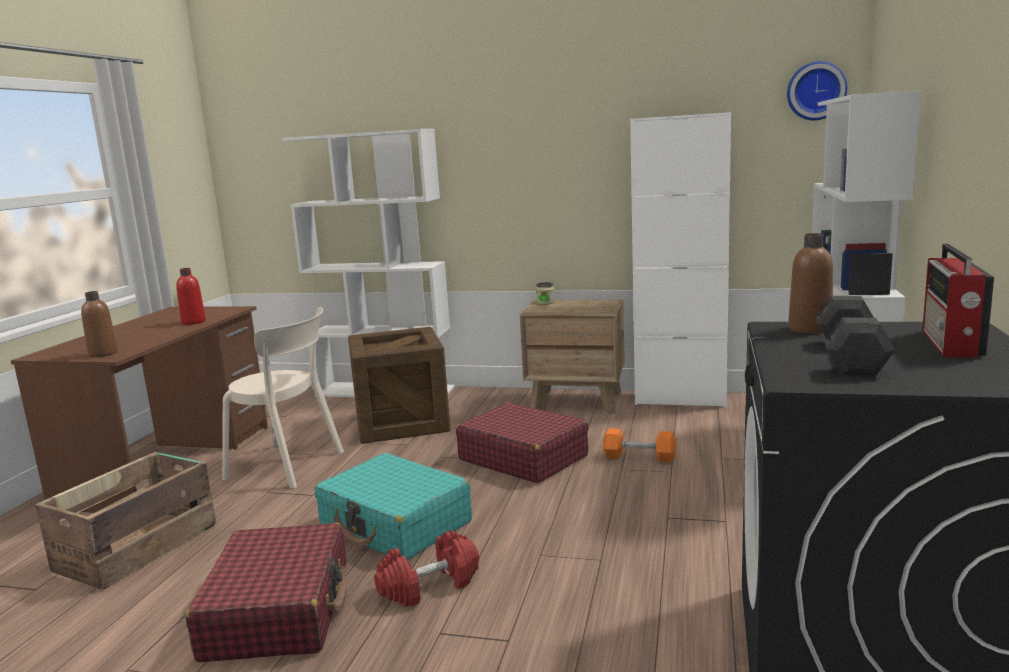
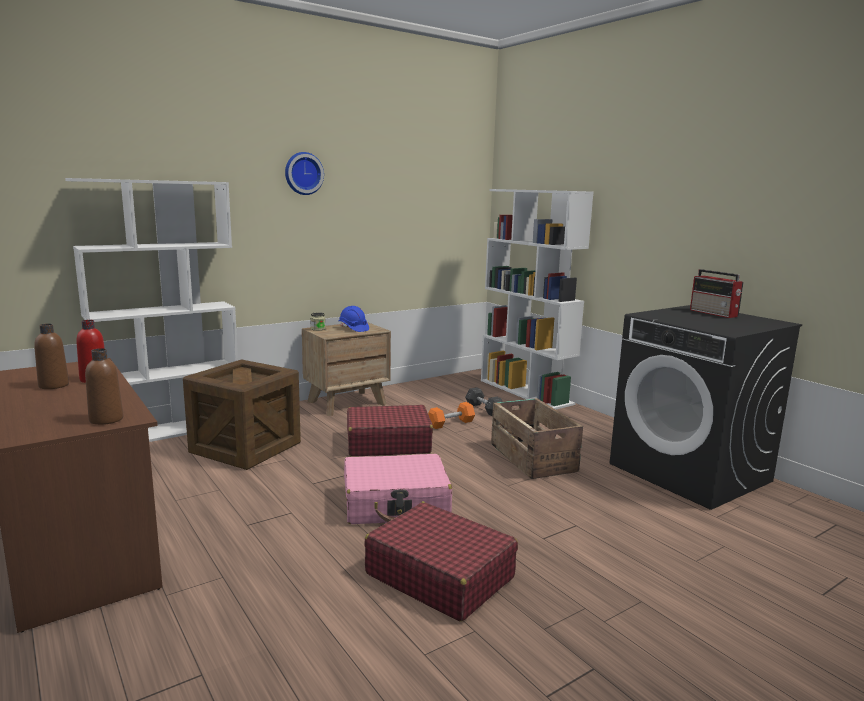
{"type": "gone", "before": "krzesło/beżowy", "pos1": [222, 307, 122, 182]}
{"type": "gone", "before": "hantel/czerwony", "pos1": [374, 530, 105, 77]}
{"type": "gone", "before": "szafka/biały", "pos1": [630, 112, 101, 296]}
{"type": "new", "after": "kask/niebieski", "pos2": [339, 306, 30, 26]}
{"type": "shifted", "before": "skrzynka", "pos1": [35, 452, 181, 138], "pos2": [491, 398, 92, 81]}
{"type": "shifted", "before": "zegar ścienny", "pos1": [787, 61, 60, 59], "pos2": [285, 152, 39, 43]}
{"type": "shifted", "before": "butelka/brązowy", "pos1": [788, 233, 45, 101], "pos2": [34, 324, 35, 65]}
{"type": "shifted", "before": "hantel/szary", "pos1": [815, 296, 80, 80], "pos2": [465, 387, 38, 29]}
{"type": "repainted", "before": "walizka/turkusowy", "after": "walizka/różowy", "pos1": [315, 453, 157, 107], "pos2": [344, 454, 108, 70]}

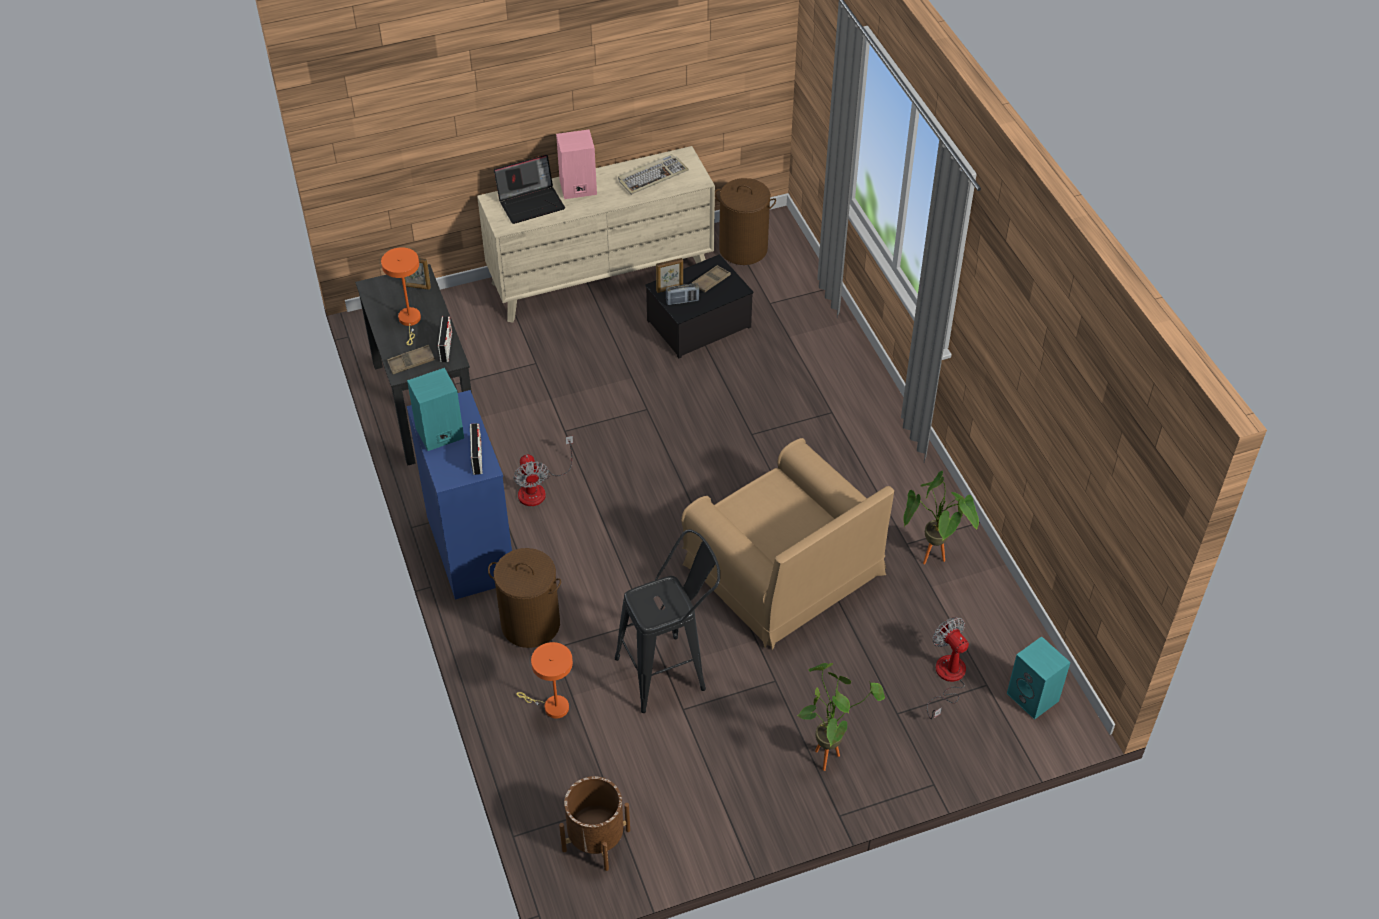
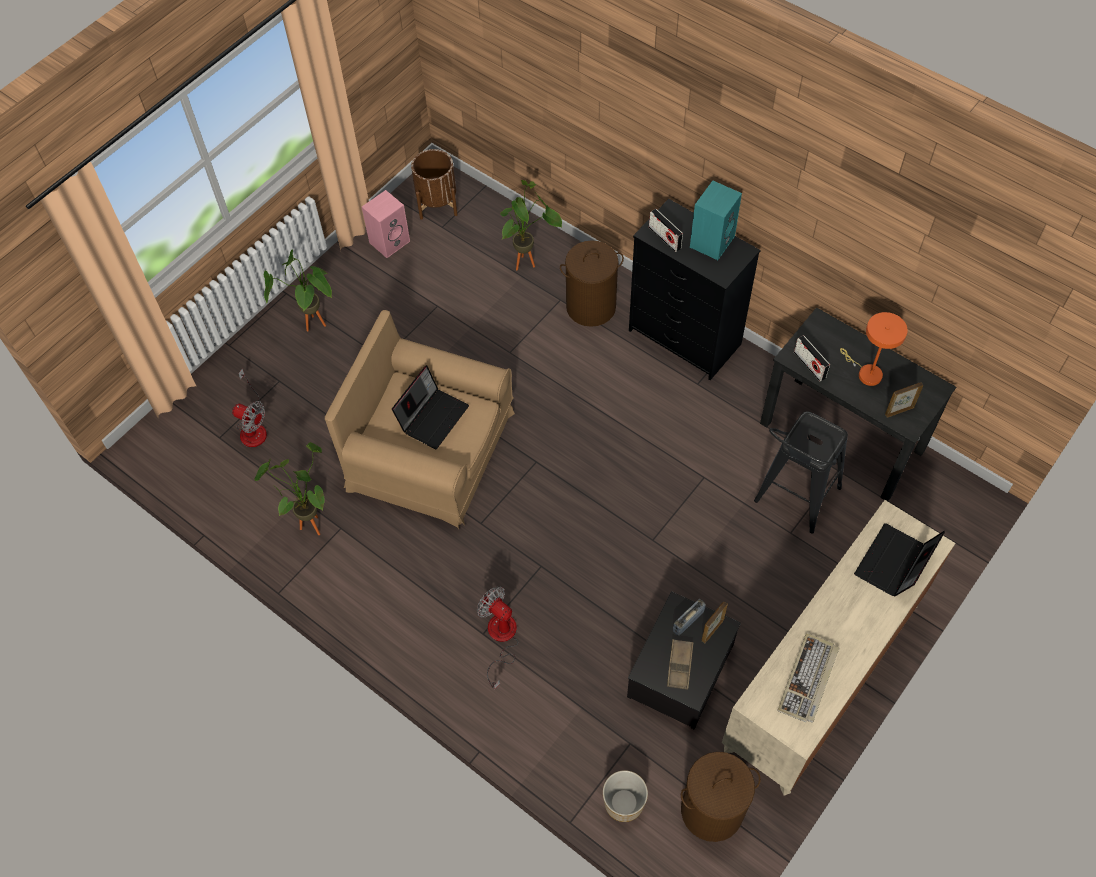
{"type": "gone", "before": "taca/brązowy", "pos1": [387, 345, 48, 29]}
{"type": "gone", "before": "głośnik/turkusowy", "pos1": [1007, 636, 64, 84]}
{"type": "new", "after": "laptop", "pos2": [392, 365, 77, 84]}
{"type": "new", "after": "donica", "pos2": [603, 770, 45, 52]}
{"type": "shifted", "before": "wentylator", "pos1": [513, 436, 60, 70], "pos2": [477, 586, 41, 103]}
{"type": "shifted", "before": "głośnik/różowy", "pos1": [556, 130, 41, 69], "pos2": [362, 190, 48, 68]}
{"type": "shifted", "before": "stołek/czarny", "pos1": [615, 530, 105, 183], "pos2": [754, 411, 94, 122]}
{"type": "swapped", "before": "lampa stołowa/pomarańczowy", "after": "roślina doniczkowa", "pos1": [516, 642, 57, 77], "pos2": [500, 180, 62, 90]}
{"type": "repainted", "before": "komoda/niebieski", "after": "komoda/czarny", "pos1": [407, 390, 105, 210], "pos2": [629, 199, 132, 181]}

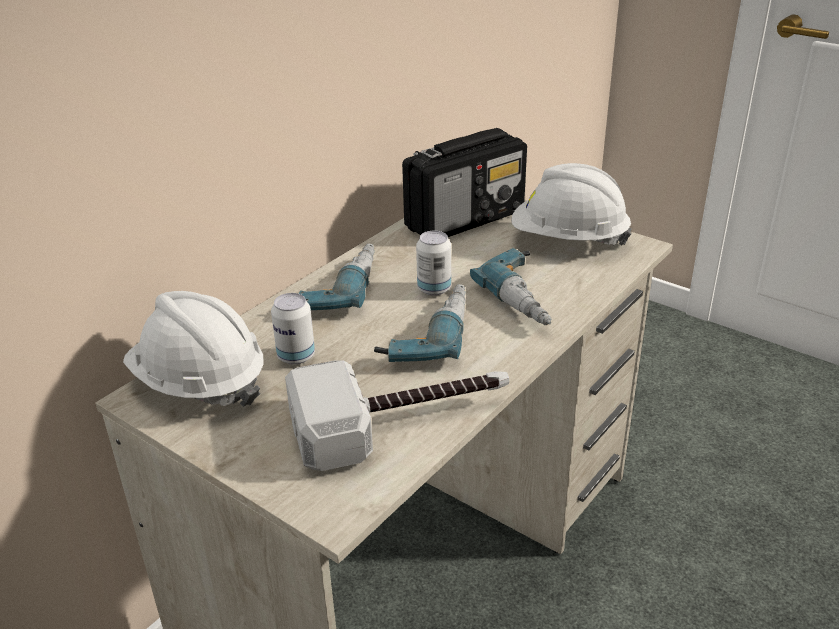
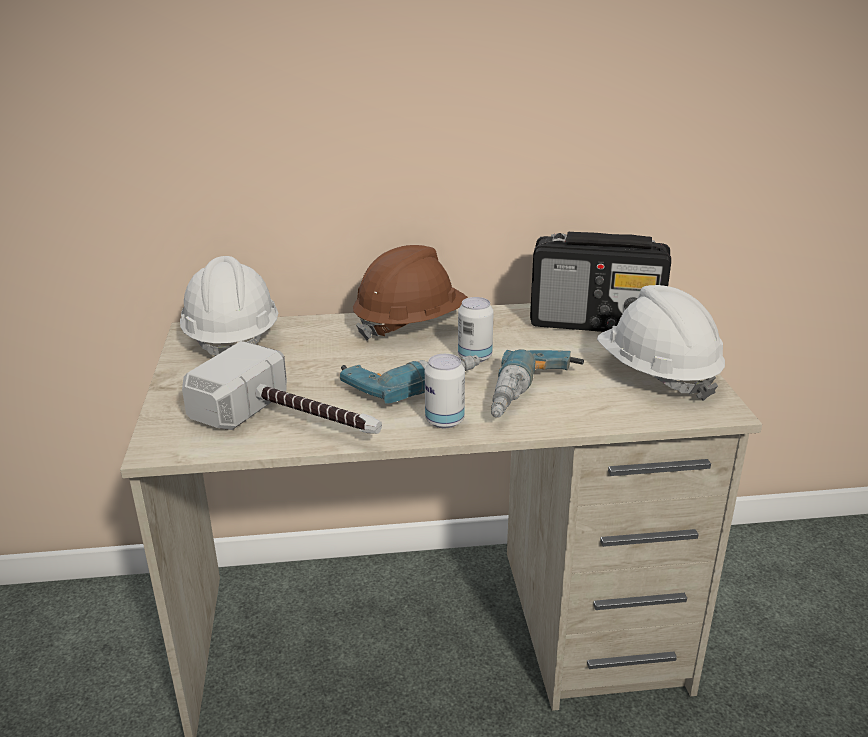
{"type": "shifted", "before": "puszka", "pos1": [271, 293, 44, 72], "pos2": [425, 354, 40, 74]}
{"type": "swapped", "before": "wiertarka", "after": "kask/brązowy", "pos1": [298, 244, 76, 66], "pos2": [353, 245, 115, 95]}

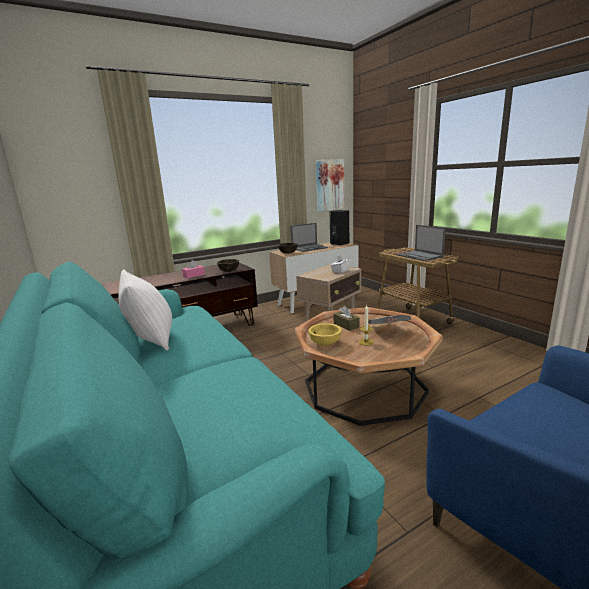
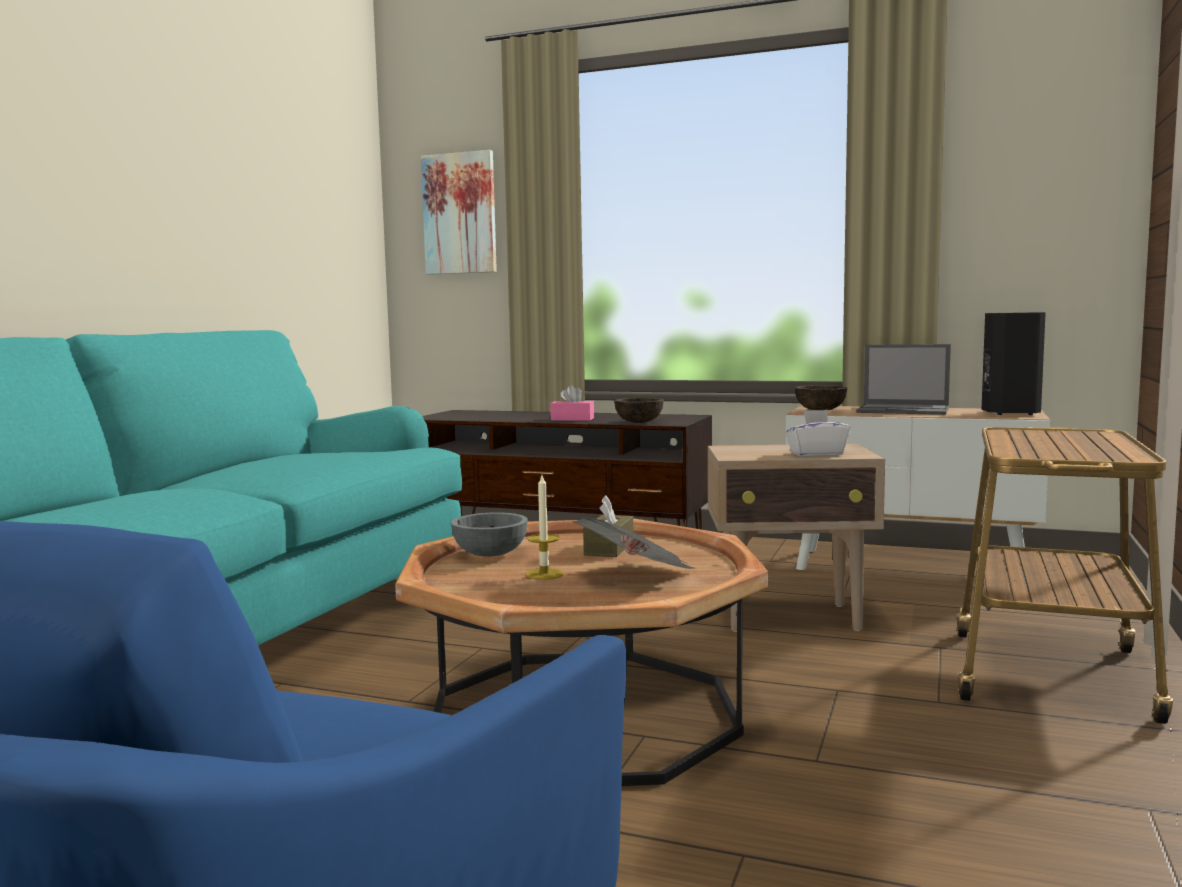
{"type": "gone", "before": "poduszka/biały", "pos1": [118, 269, 54, 82]}
{"type": "gone", "before": "laptop", "pos1": [396, 225, 50, 36]}
{"type": "shifted", "before": "obraz", "pos1": [316, 159, 28, 52], "pos2": [421, 150, 76, 125]}
{"type": "repainted", "before": "miska/żółty", "after": "miska/szary", "pos1": [309, 323, 33, 23], "pos2": [451, 512, 77, 45]}

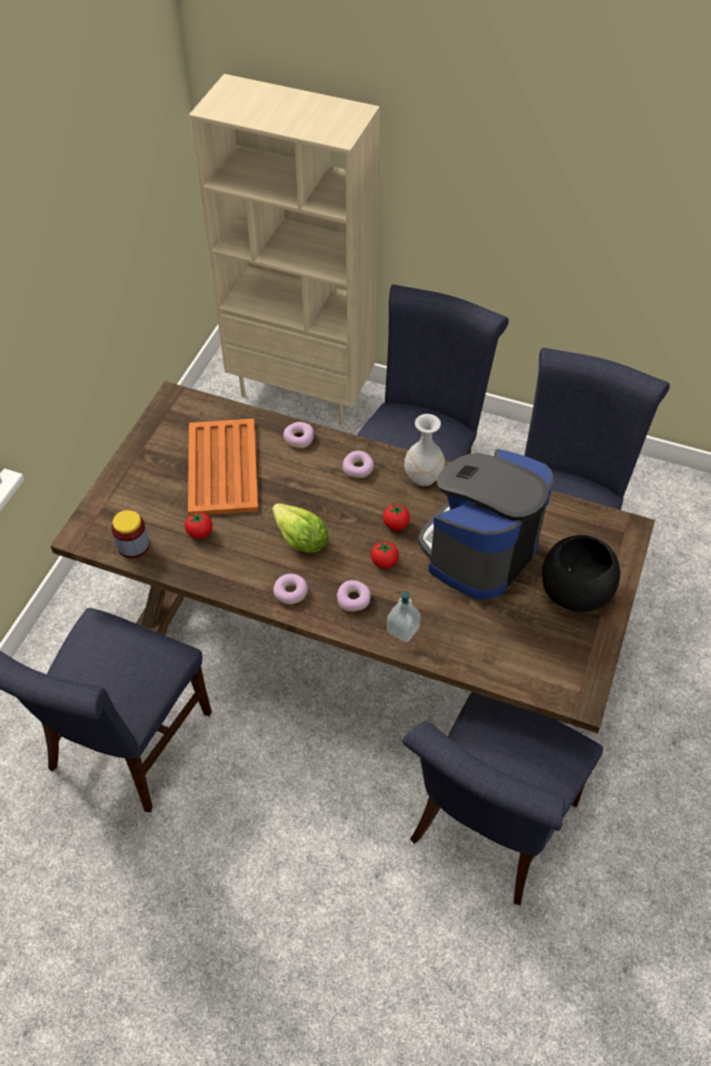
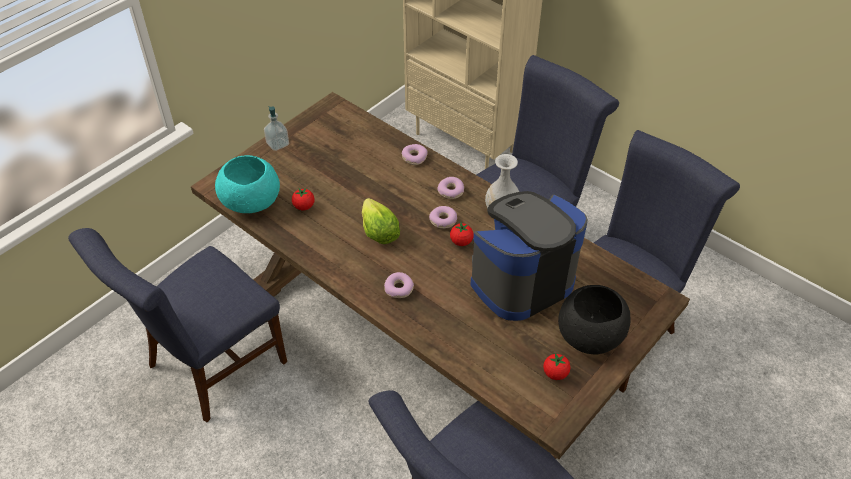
{"type": "gone", "before": "taca/pomarańczowy", "pos1": [188, 419, 70, 97]}
{"type": "shifted", "before": "donut", "pos1": [273, 574, 35, 30], "pos2": [429, 206, 28, 23]}
{"type": "shifted", "before": "pomidor", "pos1": [371, 541, 28, 27], "pos2": [543, 353, 28, 27]}
{"type": "shifted", "before": "dozownik mydła", "pos1": [387, 591, 34, 51], "pos2": [264, 106, 25, 45]}
{"type": "swapped", "before": "słoik", "after": "miska/turkusowy", "pos1": [111, 510, 39, 48], "pos2": [215, 155, 65, 58]}

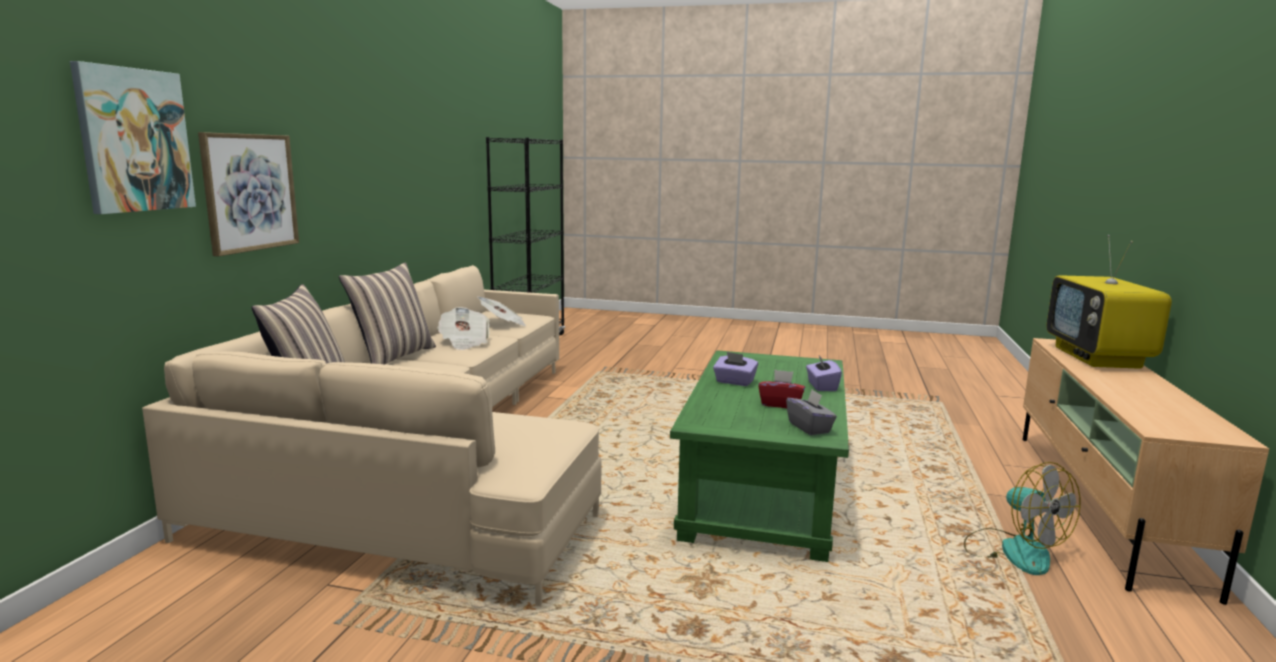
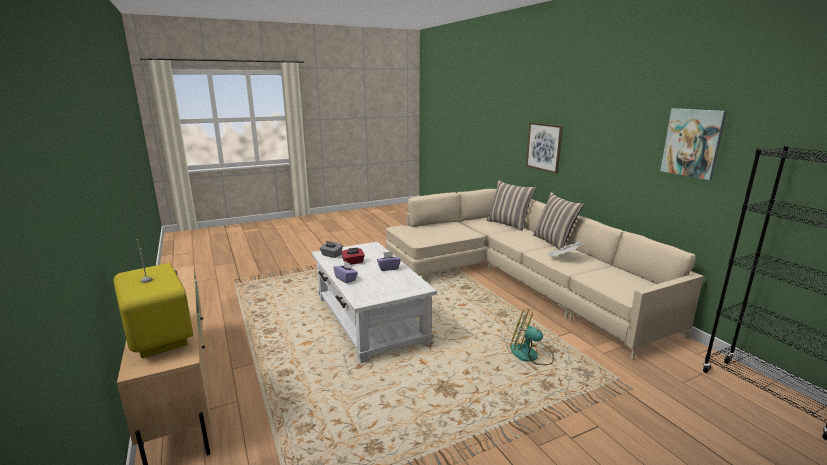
{"type": "gone", "before": "gazeta", "pos1": [477, 296, 49, 30]}
{"type": "shifted", "before": "obraz", "pos1": [70, 61, 126, 153], "pos2": [660, 108, 67, 72]}
{"type": "shifted", "before": "wentylator", "pos1": [964, 462, 117, 113], "pos2": [510, 309, 44, 56]}
{"type": "repainted", "before": "ława/zielony", "after": "ława/biały", "pos1": [670, 350, 179, 212], "pos2": [311, 242, 126, 121]}

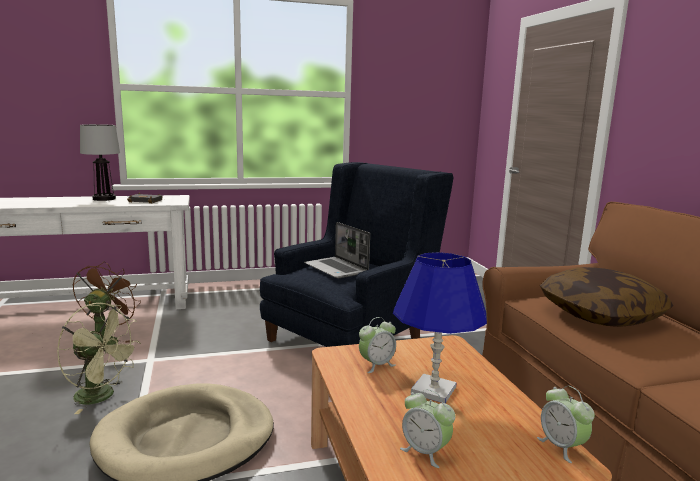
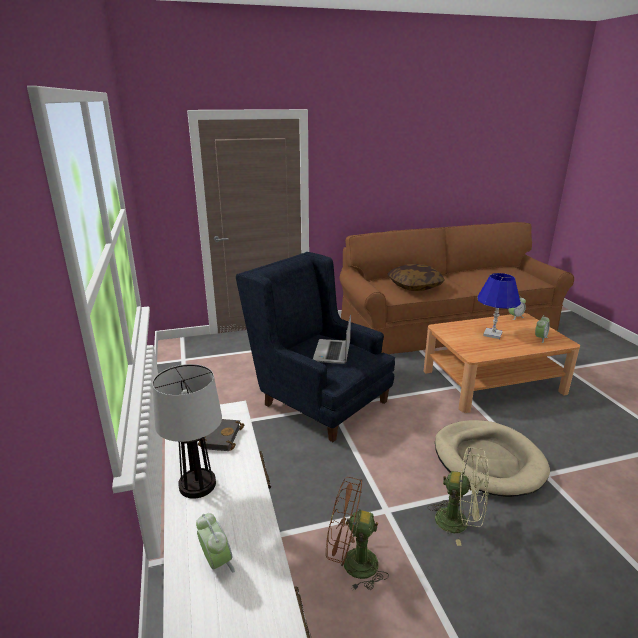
{"type": "shifted", "before": "budzik", "pos1": [359, 317, 37, 56], "pos2": [196, 513, 39, 60]}
{"type": "rotated", "before": "wentylator/zielony", "pos1": [57, 303, 84, 111], "pos2": [427, 446, 62, 100], "turn": 90}
{"type": "rotated", "before": "laptop", "pos1": [304, 222, 66, 56], "pos2": [313, 314, 38, 50], "turn": 135}

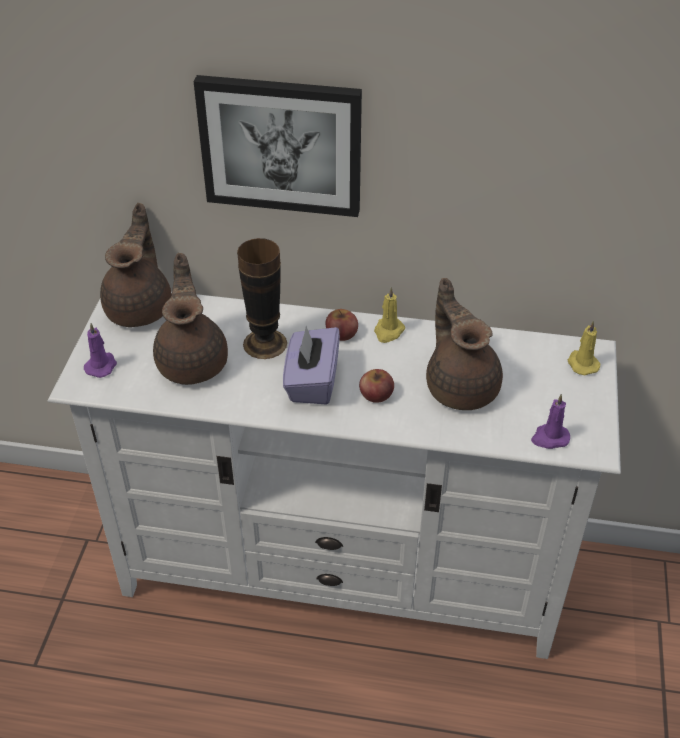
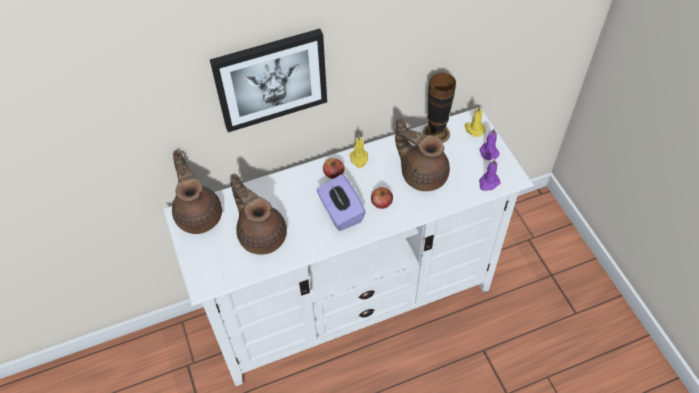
{"type": "shifted", "before": "świeca/fioletowy", "pos1": [84, 323, 33, 55], "pos2": [480, 128, 20, 32]}
{"type": "shifted", "before": "wazon", "pos1": [237, 238, 50, 121], "pos2": [422, 72, 34, 71]}

